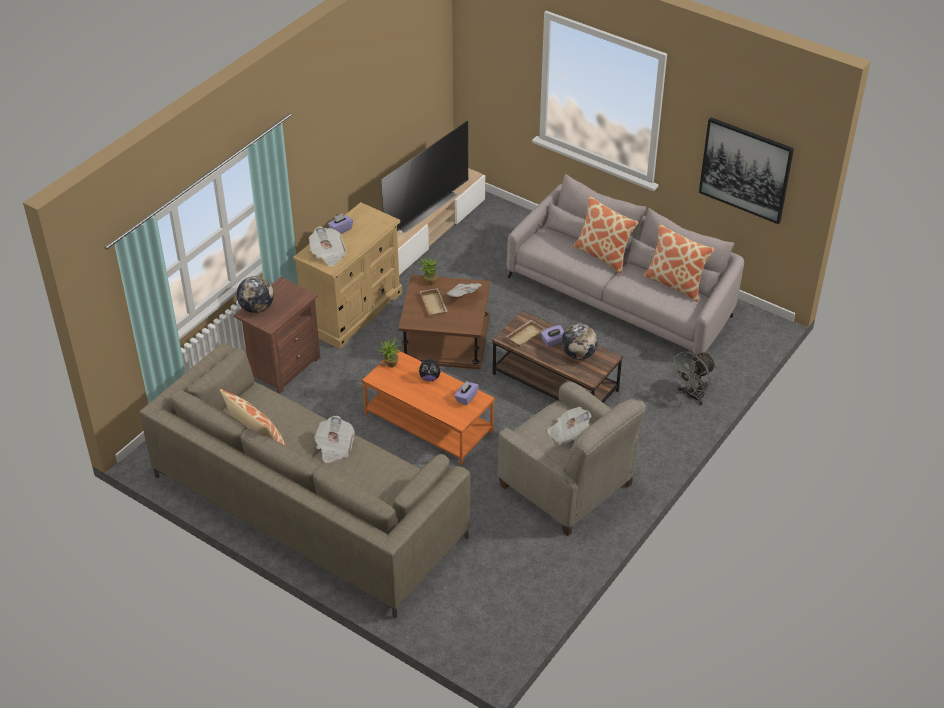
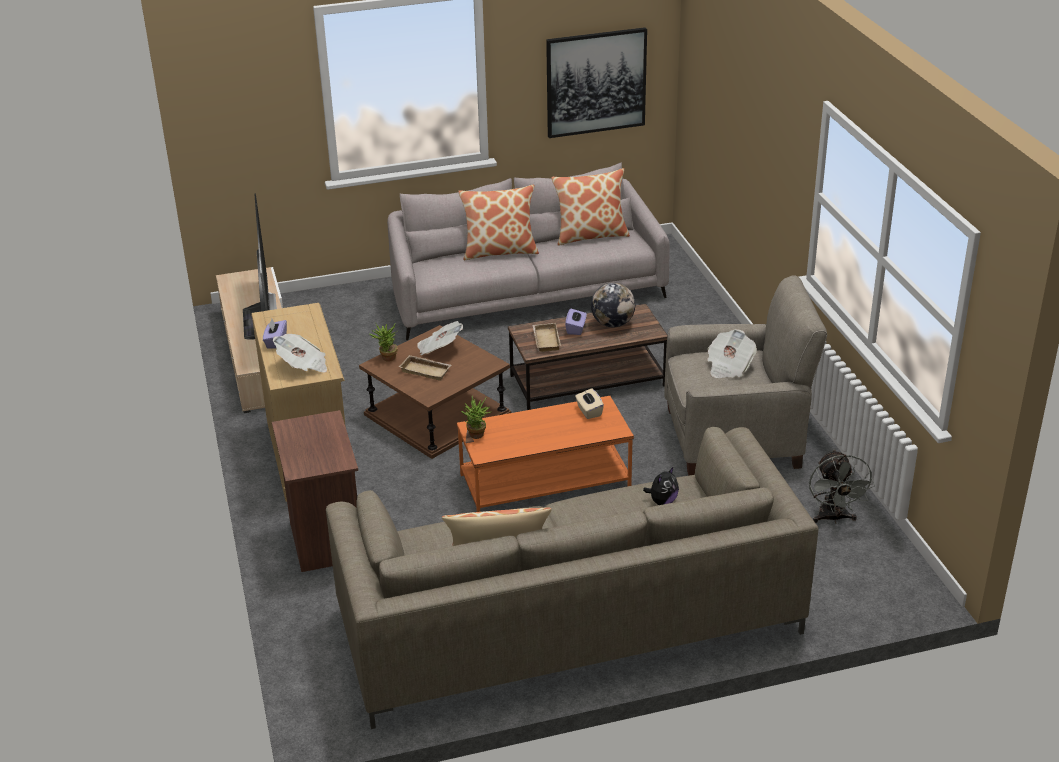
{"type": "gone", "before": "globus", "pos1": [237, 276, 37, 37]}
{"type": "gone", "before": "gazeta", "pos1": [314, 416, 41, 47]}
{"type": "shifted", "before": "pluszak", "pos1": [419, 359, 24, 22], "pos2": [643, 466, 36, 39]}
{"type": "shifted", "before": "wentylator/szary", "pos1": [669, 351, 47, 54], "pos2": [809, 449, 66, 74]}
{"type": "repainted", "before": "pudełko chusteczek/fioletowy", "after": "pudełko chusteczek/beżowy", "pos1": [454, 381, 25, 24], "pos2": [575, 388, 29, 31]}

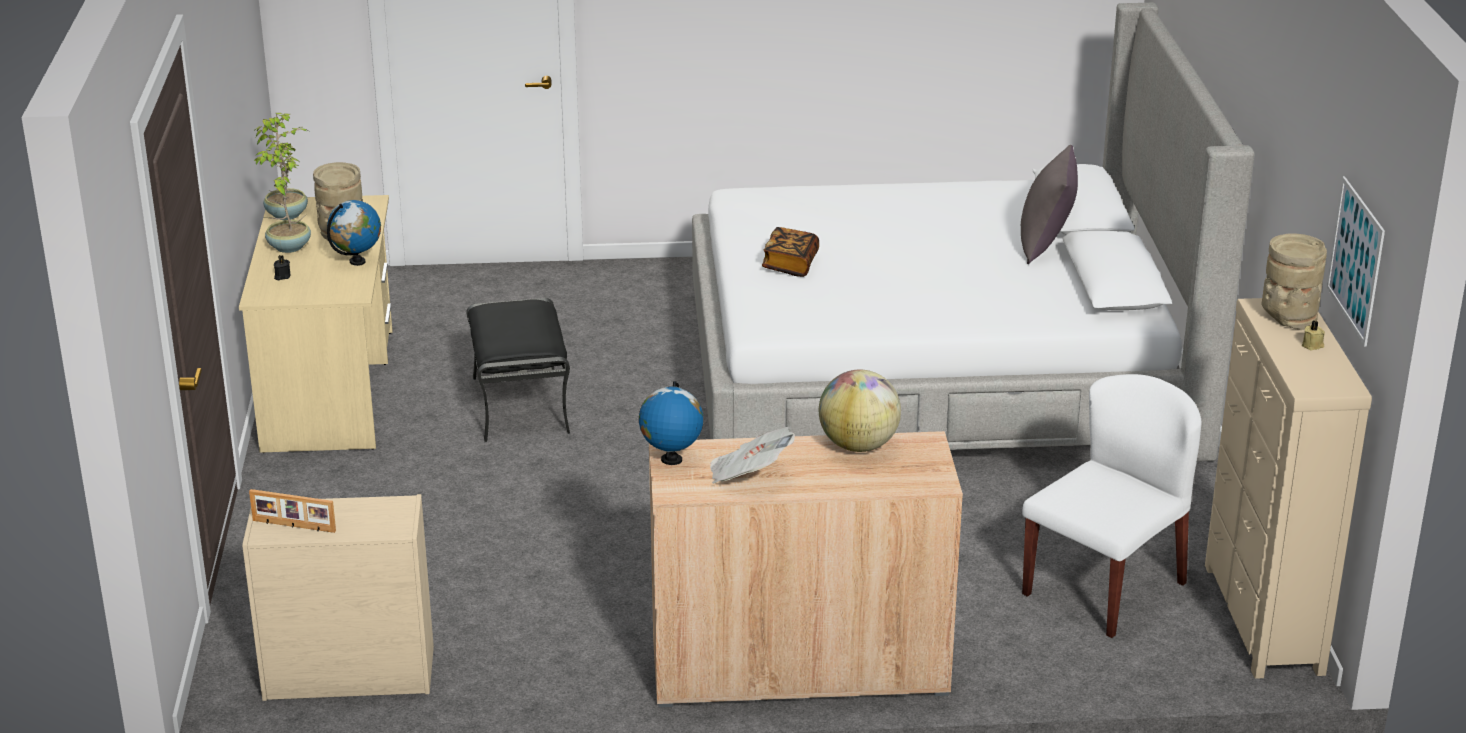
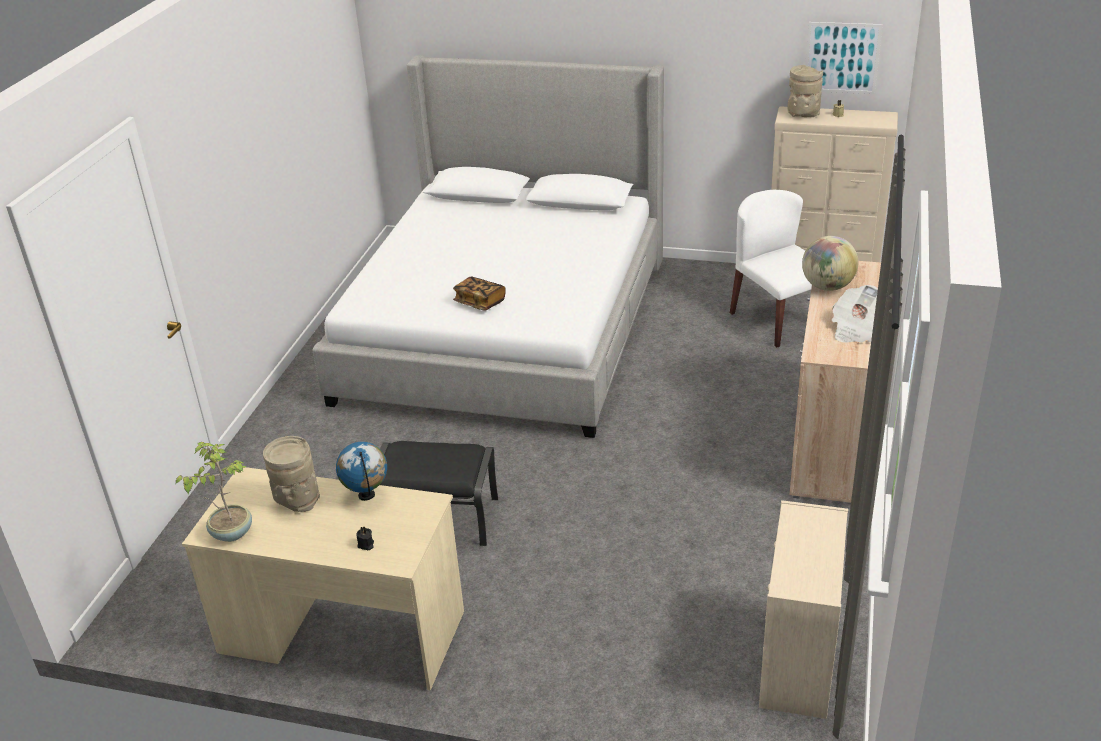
{"type": "gone", "before": "ramka na zdjęcie", "pos1": [249, 489, 87, 44]}
{"type": "gone", "before": "roślina doniczkowa", "pos1": [254, 144, 57, 109]}
{"type": "gone", "before": "globus", "pos1": [639, 381, 64, 84]}
{"type": "gone", "before": "poduszka/szary", "pos1": [1021, 145, 57, 119]}

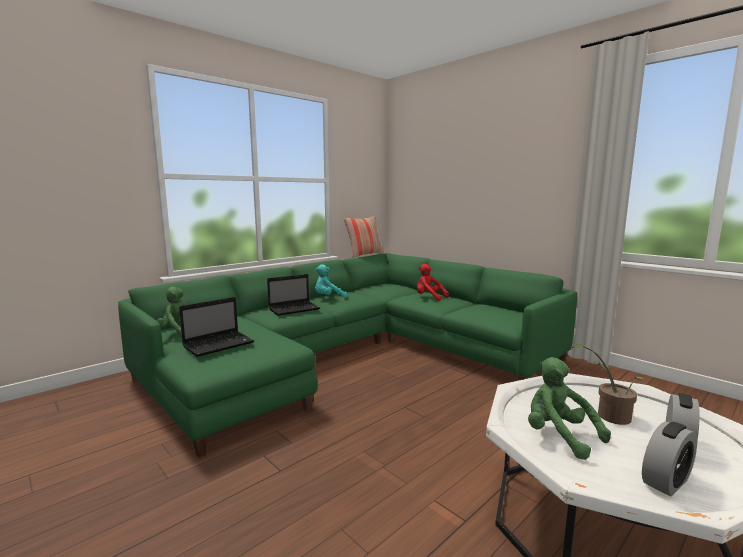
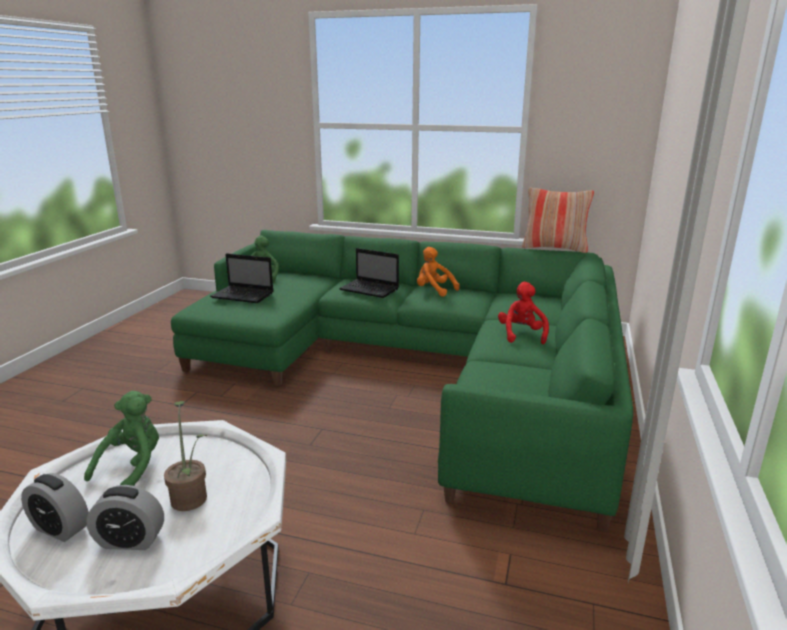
{"type": "repainted", "before": "pluszak/turkusowy", "after": "pluszak/pomarańczowy", "pos1": [315, 264, 33, 34], "pos2": [417, 247, 43, 50]}

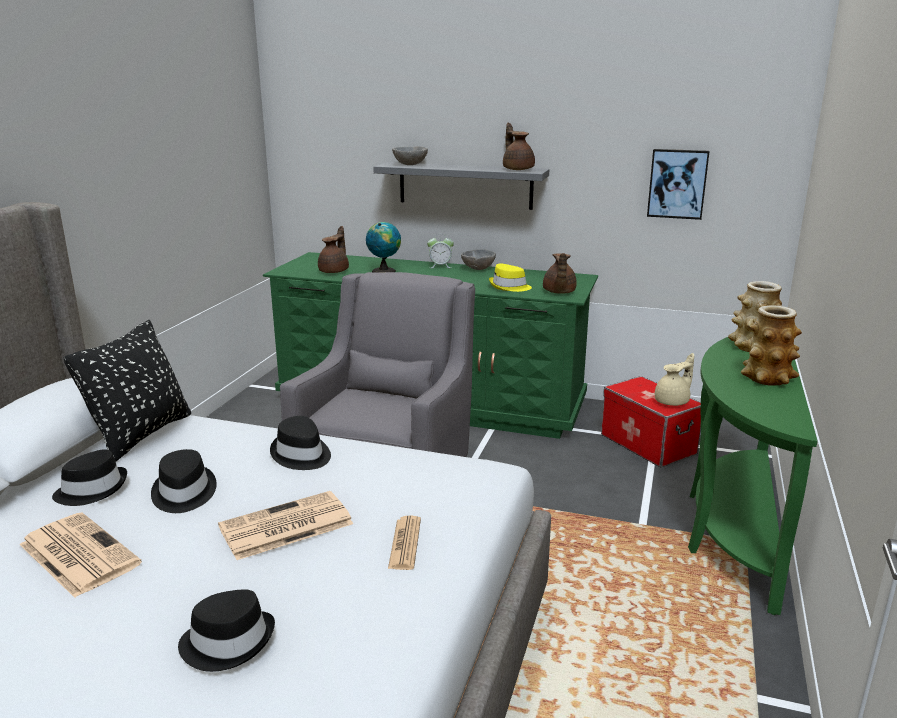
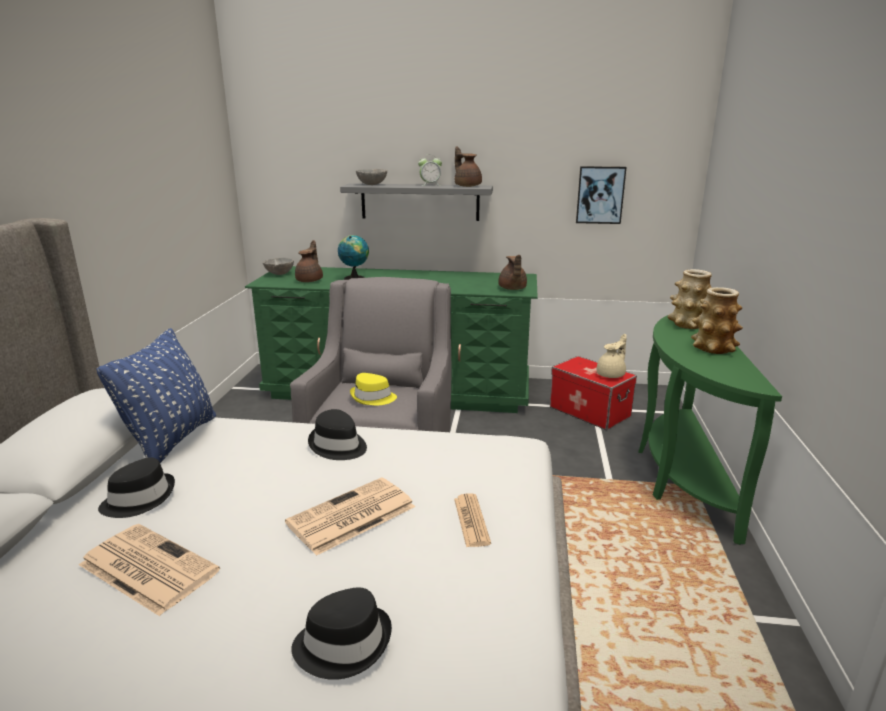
{"type": "gone", "before": "kapelusz/czarny", "pos1": [151, 449, 66, 64]}
{"type": "shifted", "before": "budzik", "pos1": [427, 238, 27, 30], "pos2": [418, 154, 24, 32]}
{"type": "shifted", "before": "miska/szary", "pos1": [461, 249, 35, 21], "pos2": [263, 257, 31, 18]}
{"type": "shifted", "before": "kapelusz/żółty", "pos1": [489, 263, 43, 29], "pos2": [350, 373, 47, 32]}
{"type": "repainted", "before": "poduszka/czarny", "after": "poduszka/niebieski", "pos1": [63, 320, 128, 142], "pos2": [97, 328, 119, 135]}

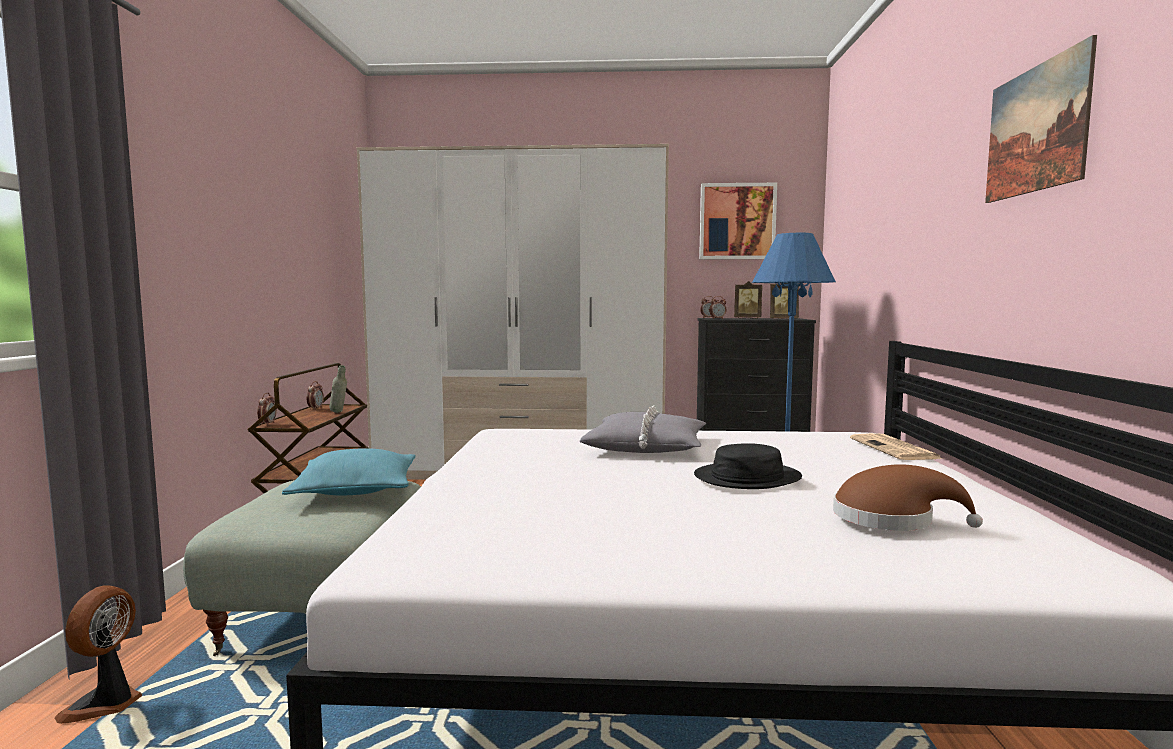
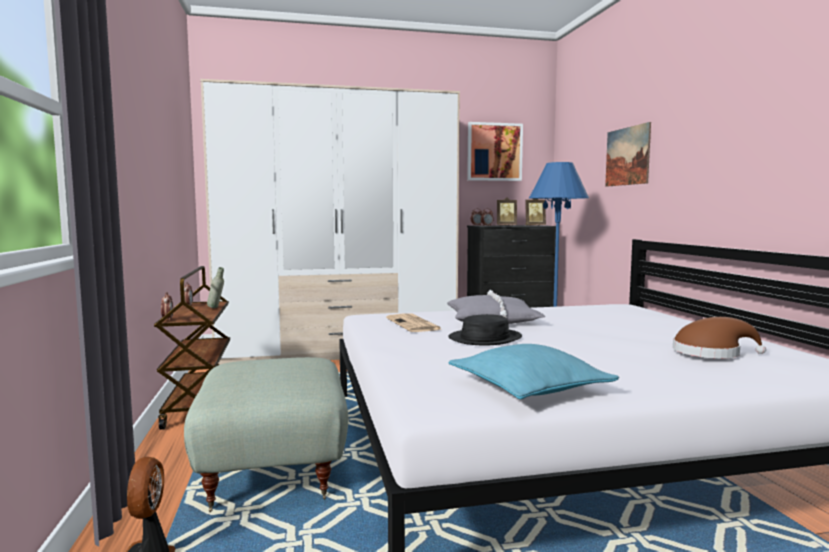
{"type": "shifted", "before": "poduszka/turkusowy", "pos1": [282, 448, 134, 47], "pos2": [449, 344, 170, 55]}
{"type": "shifted", "before": "kapelusz/czarny", "pos1": [694, 443, 108, 46], "pos2": [449, 314, 73, 31]}
{"type": "shifted", "before": "gazeta", "pos1": [850, 433, 93, 27], "pos2": [386, 314, 56, 18]}
{"type": "shifted", "before": "obraz", "pos1": [985, 35, 112, 168], "pos2": [605, 122, 46, 65]}

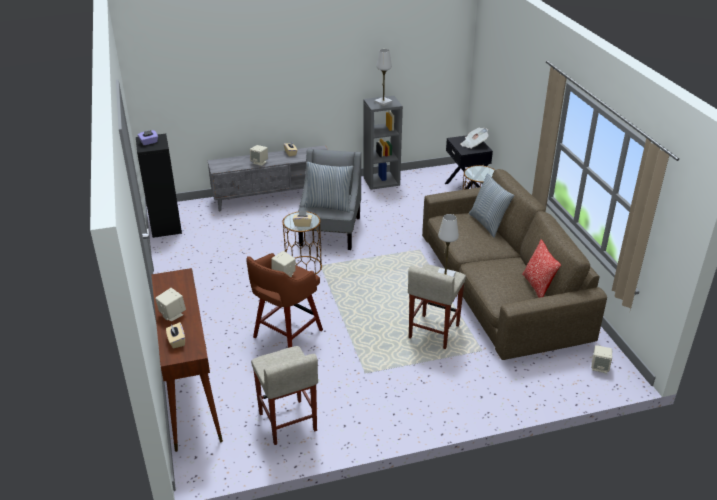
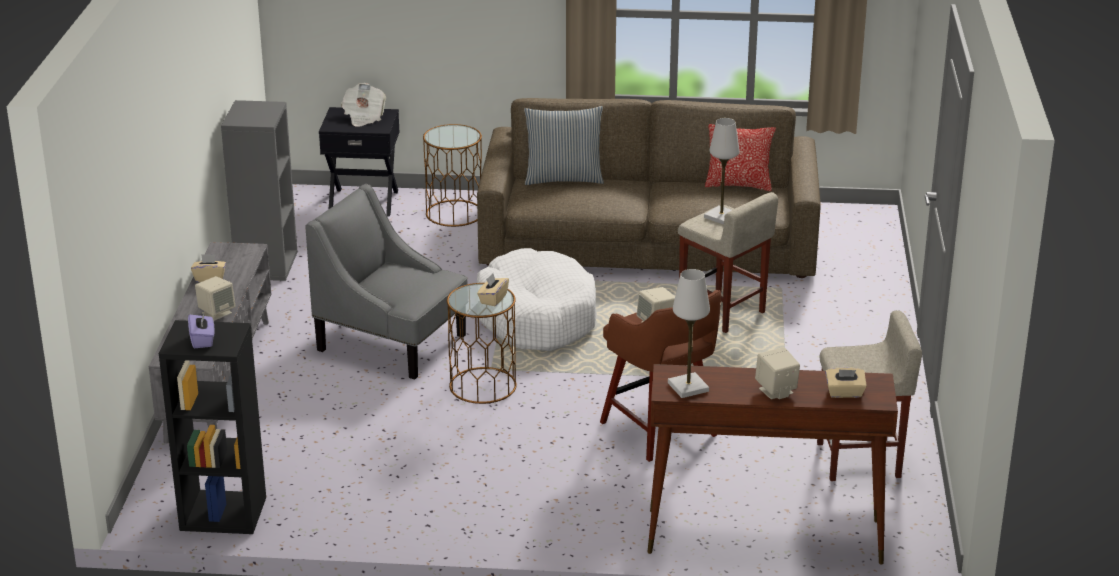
{"type": "gone", "before": "poduszka", "pos1": [304, 162, 49, 51]}
{"type": "gone", "before": "głośnik/beżowy", "pos1": [591, 345, 21, 28]}
{"type": "new", "after": "legowisko/biały", "pos2": [476, 248, 121, 103]}
{"type": "shifted", "before": "lampa stołowa/biały", "pos1": [375, 49, 18, 57], "pos2": [668, 269, 42, 129]}

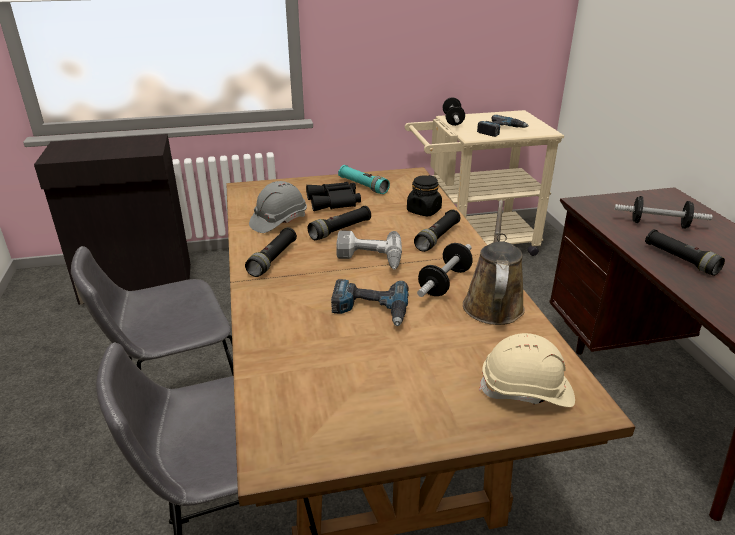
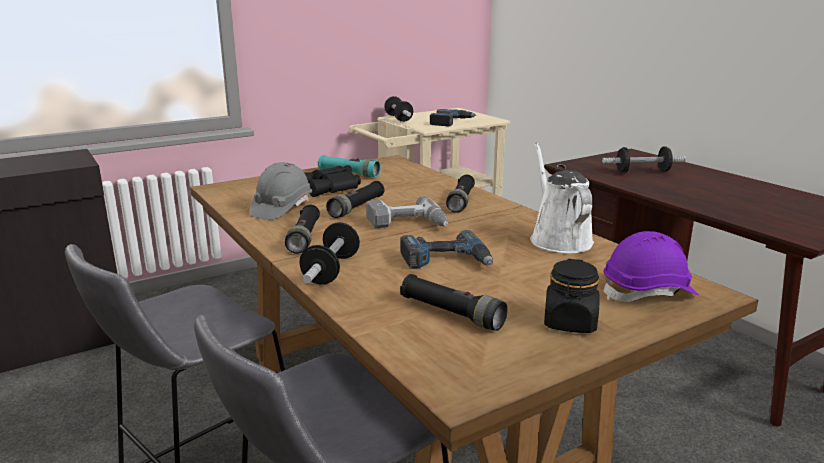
{"type": "shifted", "before": "słoik/czarny", "pos1": [407, 175, 35, 41], "pos2": [544, 259, 56, 74]}
{"type": "shifted", "before": "hantel", "pos1": [417, 243, 56, 54], "pos2": [299, 222, 61, 62]}
{"type": "shifted", "before": "latarka/czarny", "pos1": [645, 229, 80, 47], "pos2": [400, 274, 108, 57]}
{"type": "repainted", "before": "konewka/brązowy", "after": "konewka/biały", "pos1": [463, 200, 62, 125], "pos2": [531, 143, 63, 110]}
{"type": "repainted", "before": "kask/beżowy", "after": "kask/fioletowy", "pos1": [479, 333, 96, 74], "pos2": [604, 231, 95, 71]}

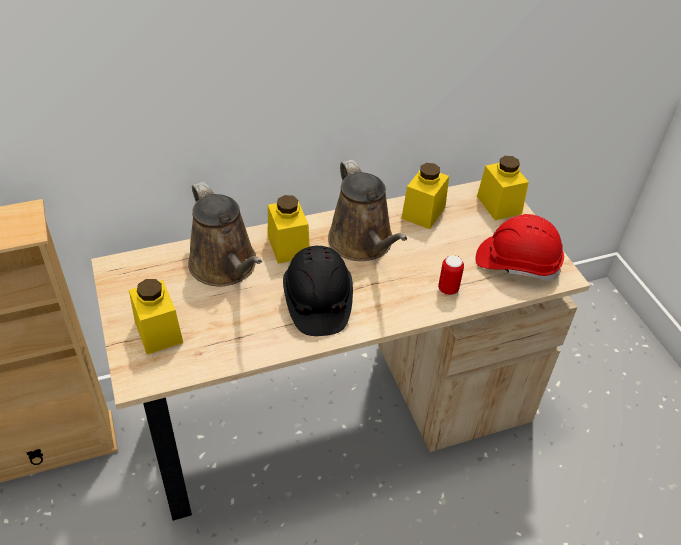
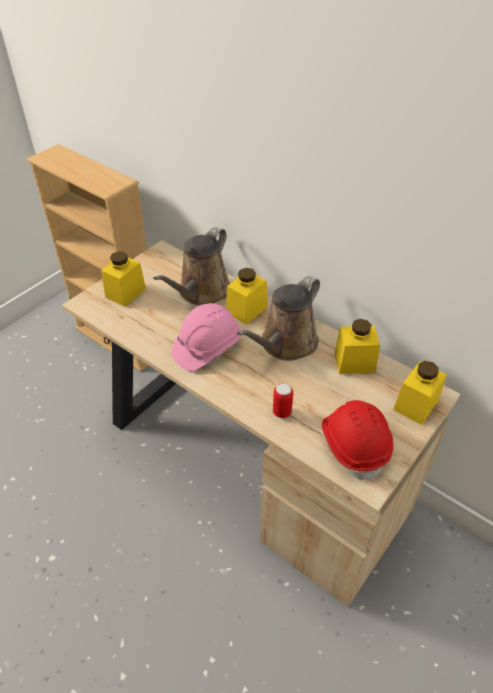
{"type": "repainted", "before": "kask/czarny", "after": "kask/różowy", "pos1": [283, 246, 70, 90], "pos2": [171, 303, 70, 68]}

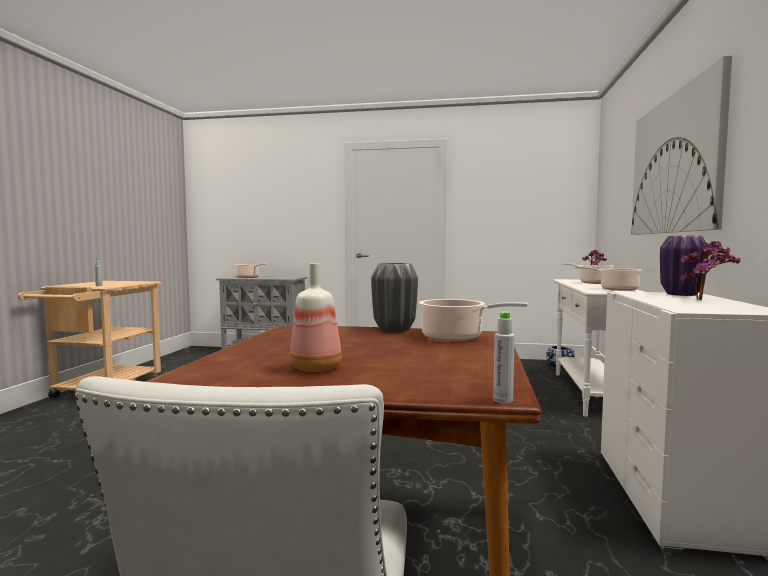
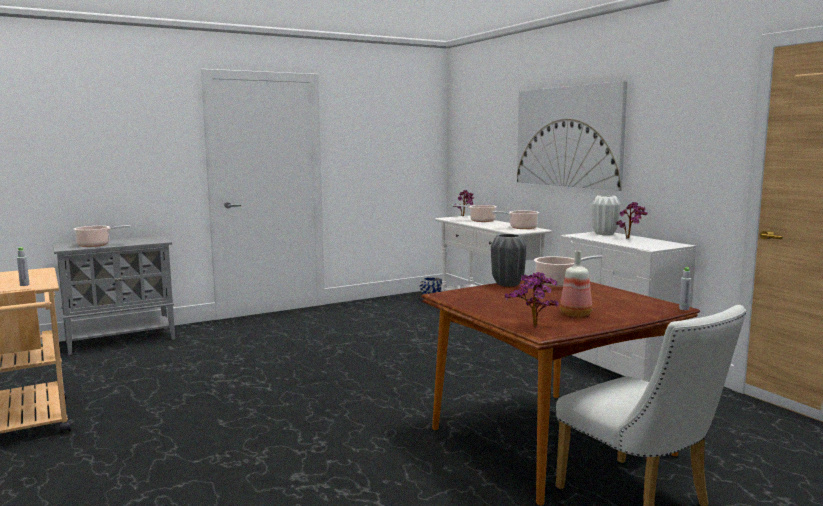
{"type": "new", "after": "roślina doniczkowa", "pos2": [505, 272, 54, 55]}
{"type": "repainted", "before": "wazon/fioletowy", "after": "wazon/biały", "pos1": [660, 236, 49, 60], "pos2": [592, 195, 28, 40]}

